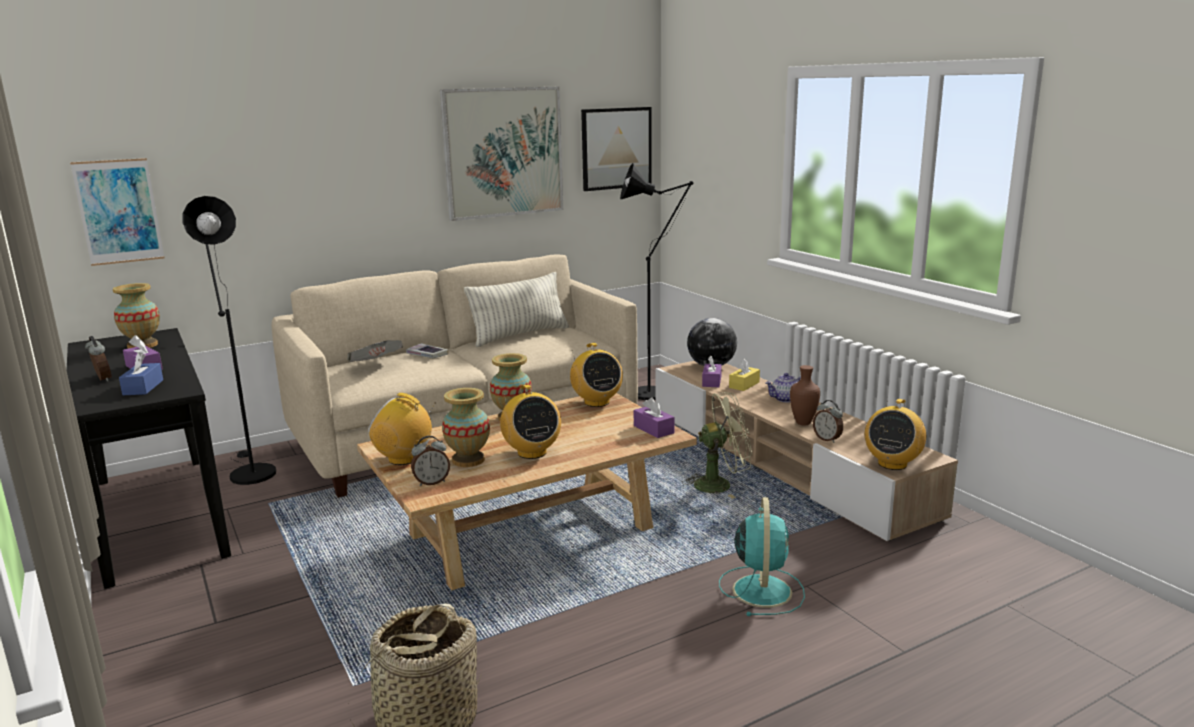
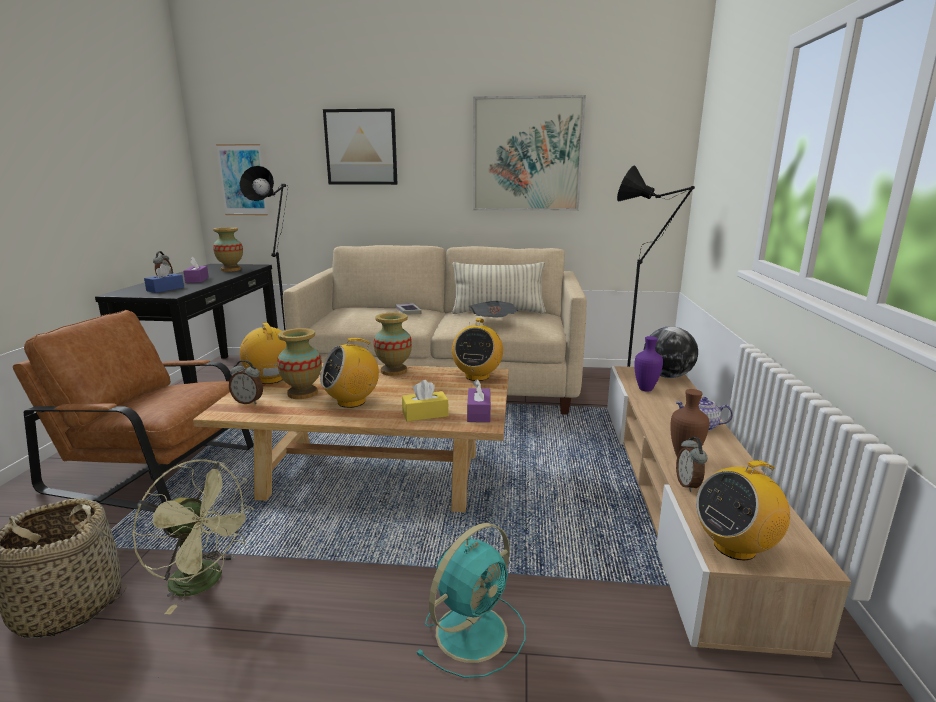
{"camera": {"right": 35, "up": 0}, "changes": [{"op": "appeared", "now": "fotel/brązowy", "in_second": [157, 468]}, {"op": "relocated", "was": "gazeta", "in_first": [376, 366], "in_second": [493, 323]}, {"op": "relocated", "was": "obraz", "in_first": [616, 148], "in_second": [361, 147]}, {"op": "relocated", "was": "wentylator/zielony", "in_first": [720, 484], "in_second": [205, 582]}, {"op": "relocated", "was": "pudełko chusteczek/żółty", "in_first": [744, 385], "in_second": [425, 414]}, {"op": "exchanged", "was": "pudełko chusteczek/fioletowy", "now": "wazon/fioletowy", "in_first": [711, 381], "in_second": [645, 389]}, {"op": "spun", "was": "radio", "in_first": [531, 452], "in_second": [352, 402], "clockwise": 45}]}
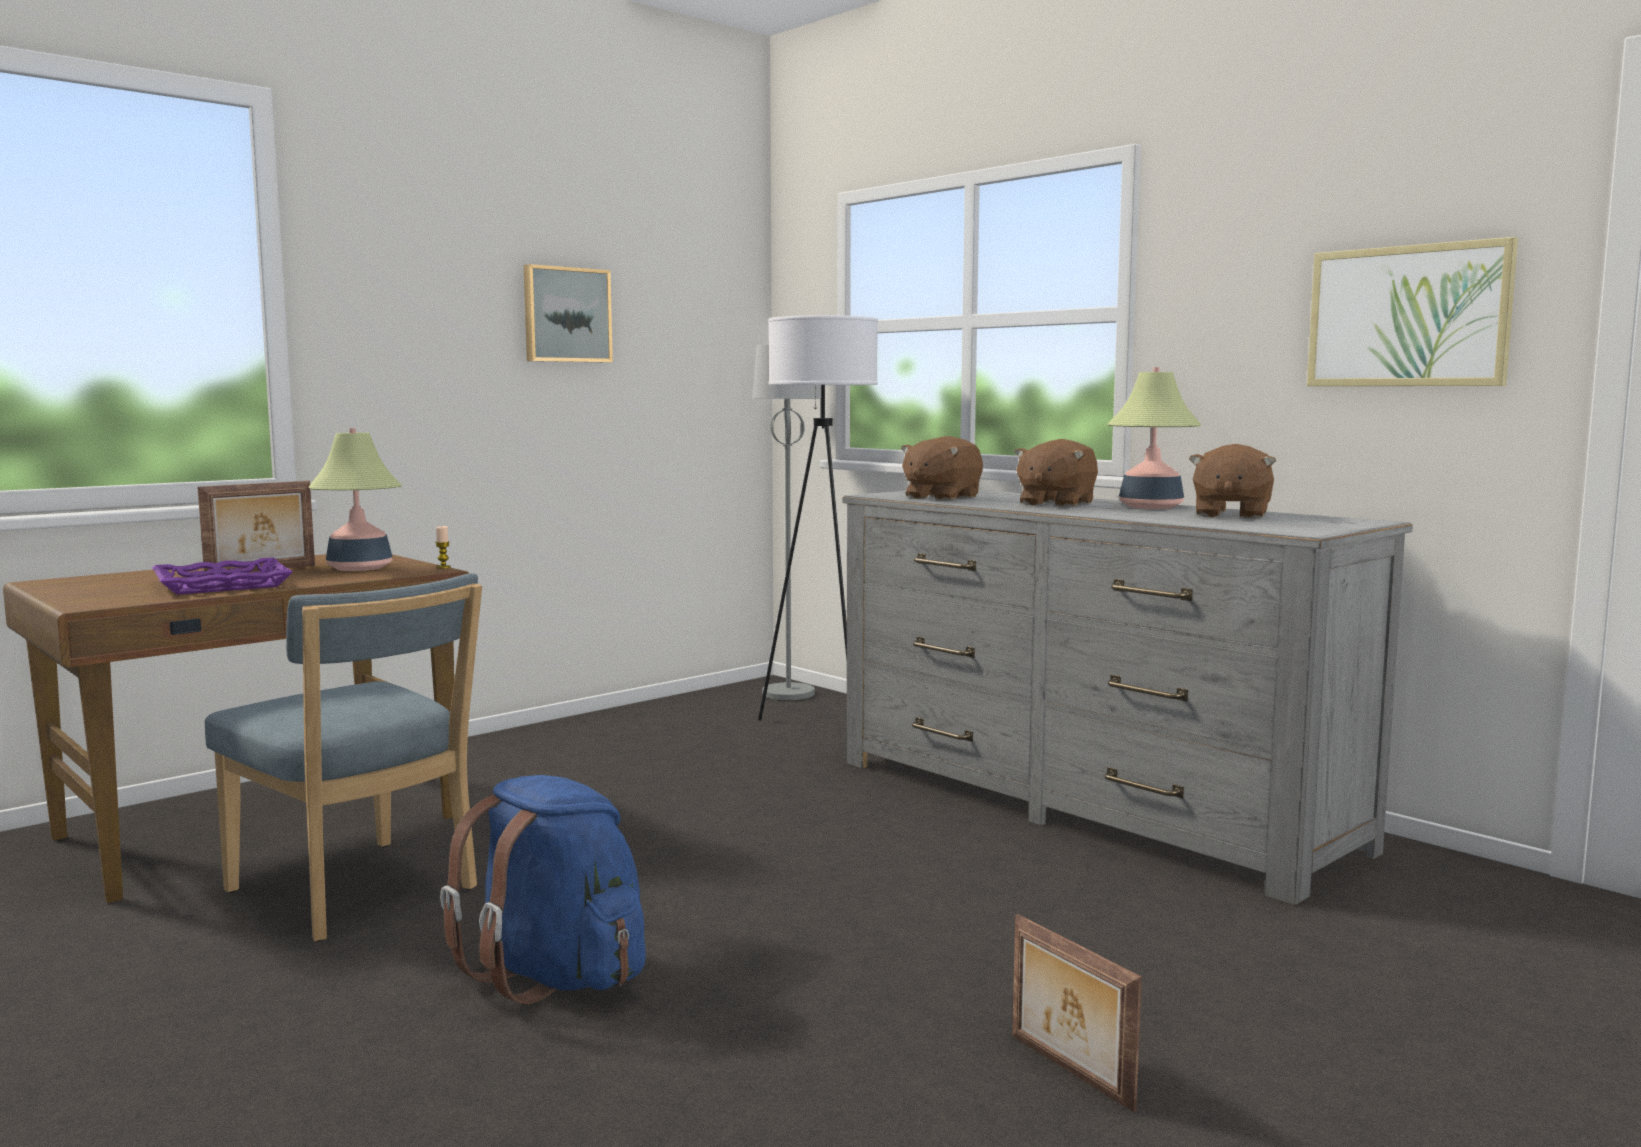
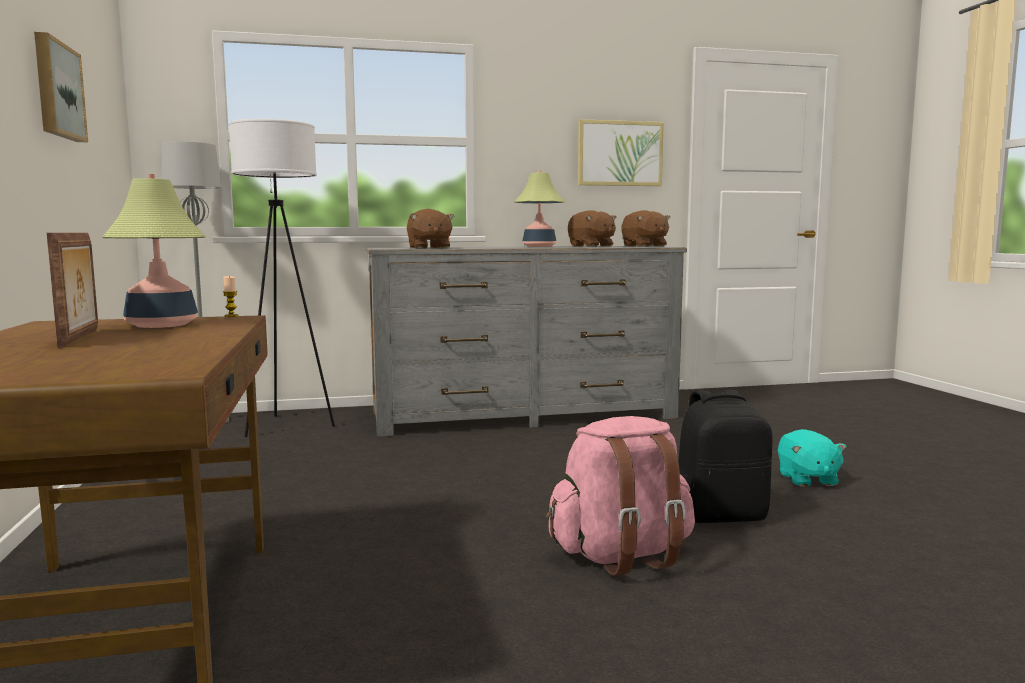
{"camera": {"right": -60, "up": 0}, "changes": [{"op": "missing", "was": "taca/fioletowy", "in_first": [222, 585]}, {"op": "missing", "was": "krzesło/niebieski", "in_first": [358, 893]}, {"op": "appeared", "now": "plecak/czarny", "in_second": [720, 515]}, {"op": "relocated", "was": "pluszak/brązowy", "in_first": [1055, 504], "in_second": [644, 246]}, {"op": "exchanged", "was": "ramka na zdjęcie", "now": "pluszak/turkusowy", "in_first": [1068, 1072], "in_second": [807, 479]}, {"op": "colour", "was": "plecak/niebieski", "now": "plecak/różowy", "in_first": [557, 975], "in_second": [622, 555]}]}
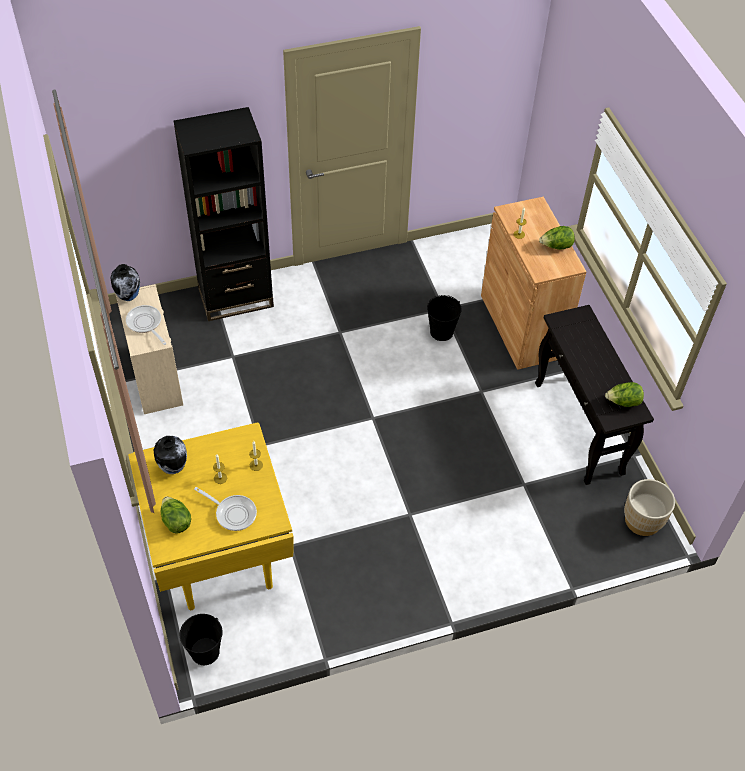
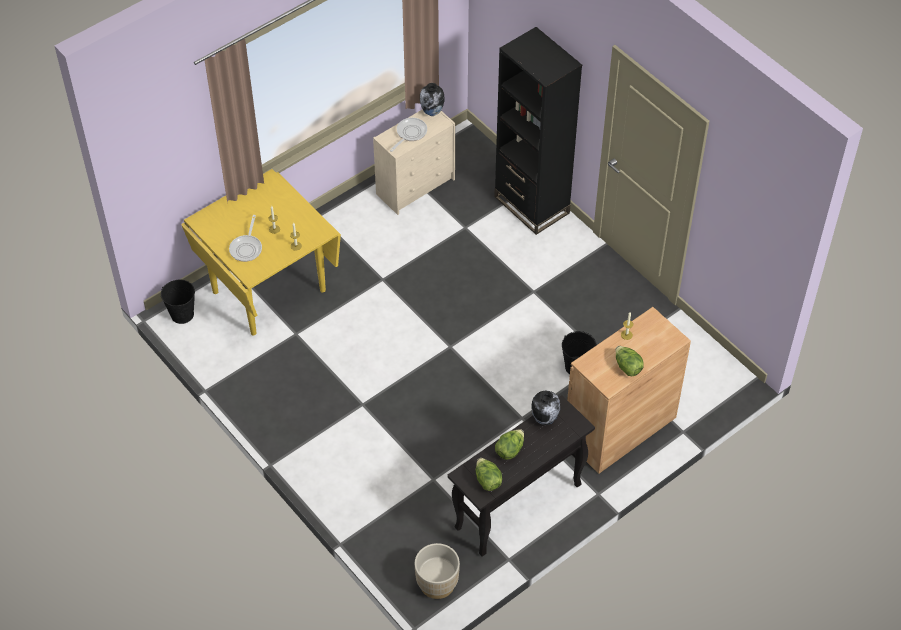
{"camera": {"right": 70, "up": 0}, "changes": [{"op": "relocated", "was": "wazon", "in_first": [173, 467], "in_second": [545, 419]}, {"op": "relocated", "was": "sałata", "in_first": [176, 521], "in_second": [509, 450]}]}
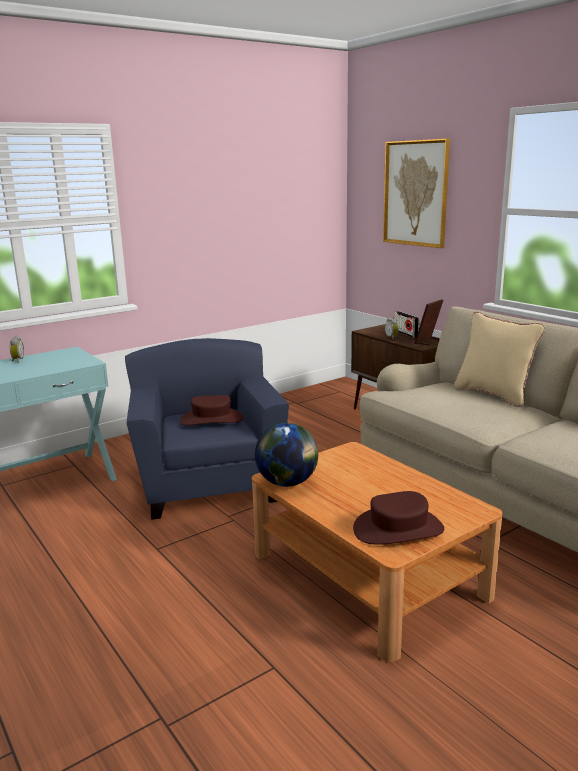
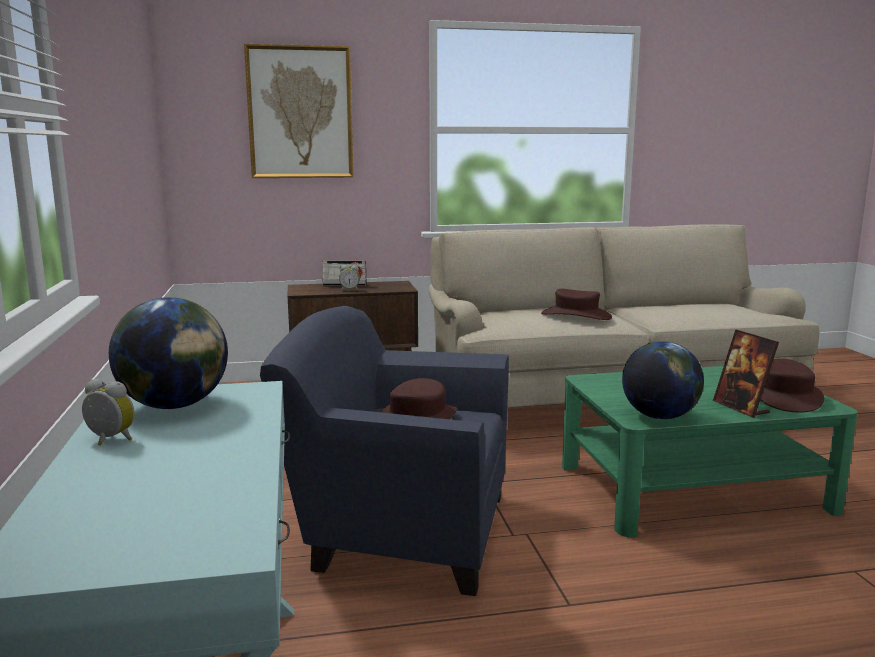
{"camera": {"right": -65, "up": -5}, "changes": [{"op": "missing", "was": "poduszka/beżowy", "in_first": [493, 394]}, {"op": "appeared", "now": "globus", "in_second": [175, 405]}, {"op": "appeared", "now": "kapelusz/brązowy", "in_second": [576, 315]}, {"op": "relocated", "was": "ramka na zdjęcie", "in_first": [428, 341], "in_second": [741, 408]}, {"op": "colour", "was": "ława/brązowy", "now": "ława/zielony", "in_first": [368, 574], "in_second": [693, 487]}]}
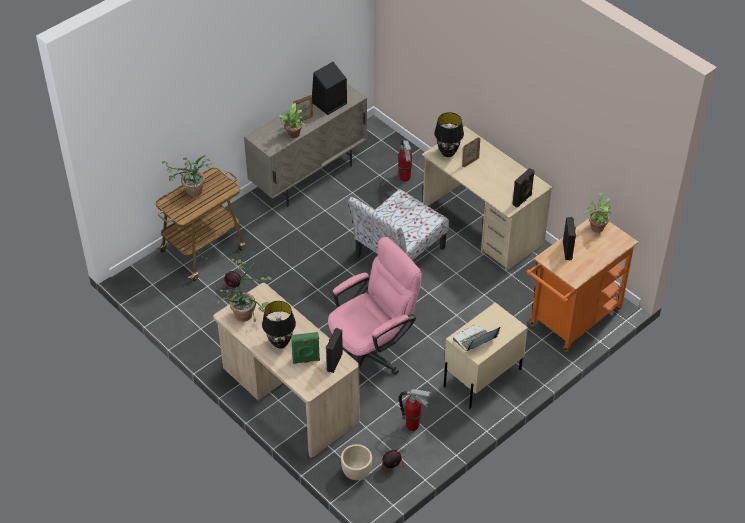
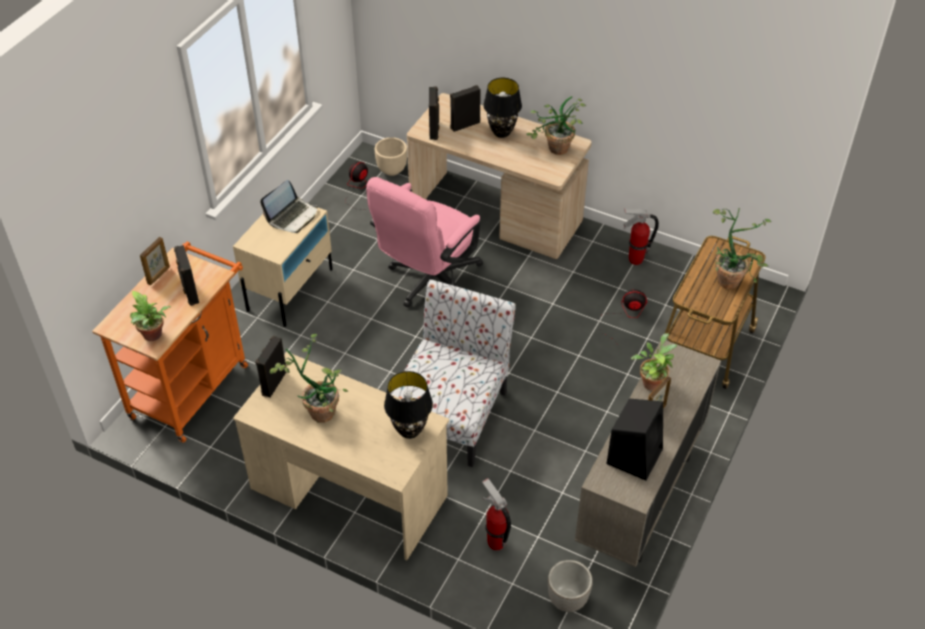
{"camera": {"right": 160, "up": 0}, "changes": [{"op": "appeared", "now": "roślina doniczkowa", "in_second": [319, 408]}, {"op": "appeared", "now": "donica", "in_second": [567, 600]}, {"op": "relocated", "was": "gaśnica", "in_first": [413, 426], "in_second": [635, 260]}, {"op": "relocated", "was": "ramka na zdjęcie", "in_first": [470, 162], "in_second": [159, 275]}, {"op": "colour", "was": "głośnik/zielony", "now": "głośnik/czarny", "in_first": [306, 360], "in_second": [464, 124]}]}
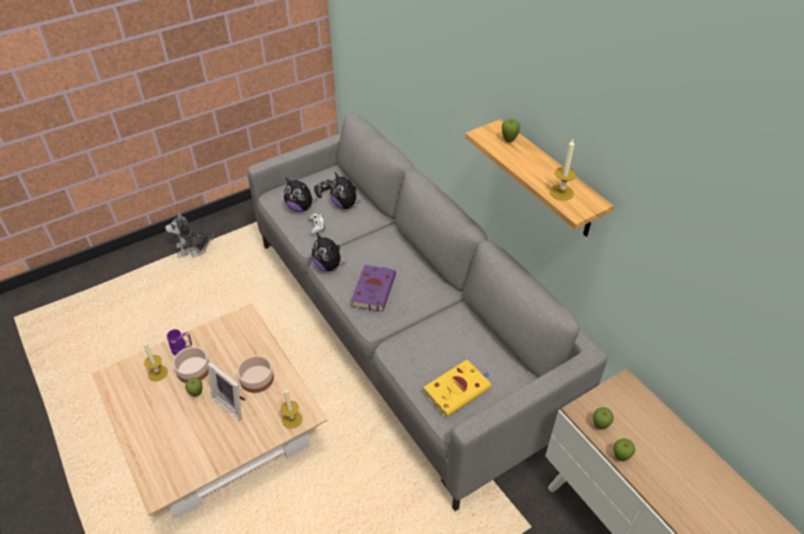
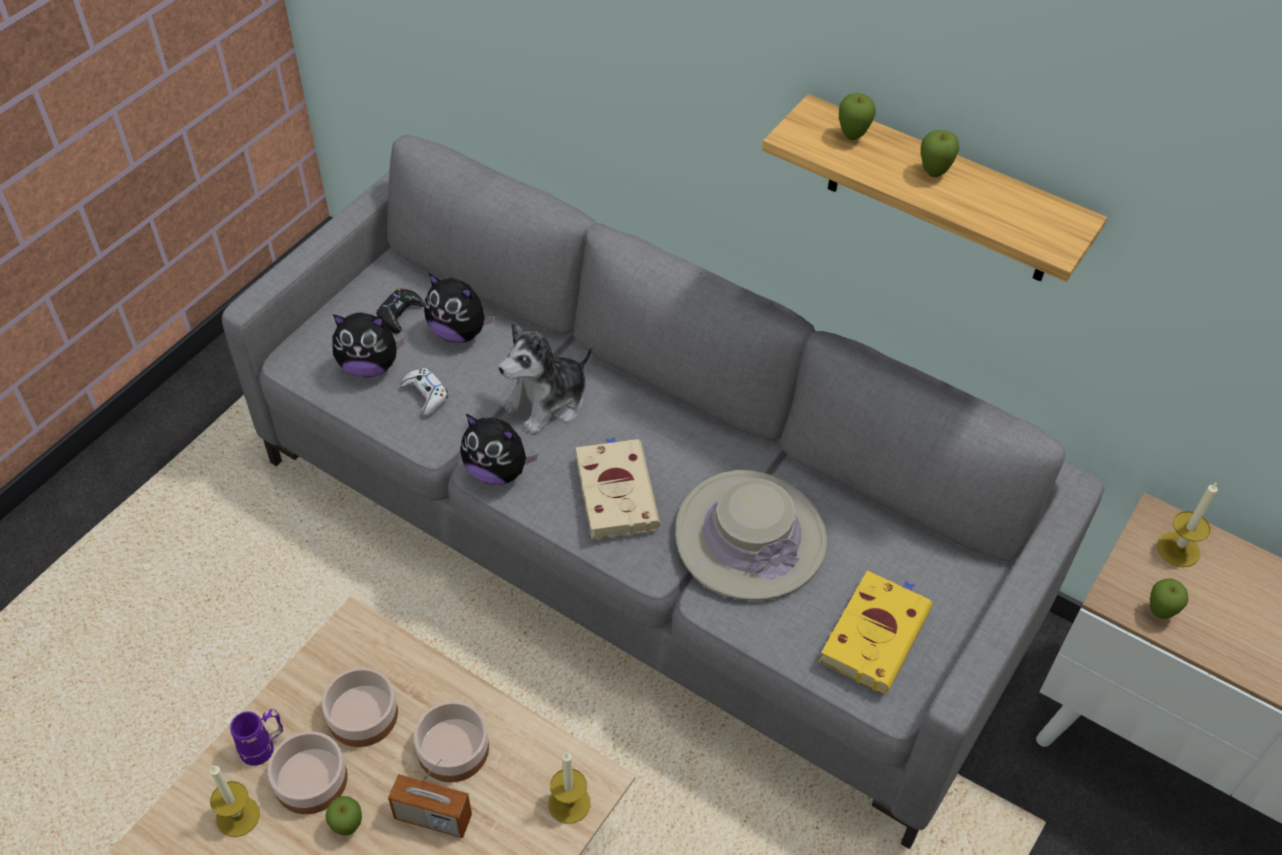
{"camera": {"right": -25, "up": 5}, "changes": [{"op": "appeared", "now": "miska", "in_second": [361, 715]}, {"op": "appeared", "now": "kapelusz/beżowy", "in_second": [750, 537]}, {"op": "relocated", "was": "pluszak", "in_first": [193, 248], "in_second": [548, 402]}, {"op": "relocated", "was": "świeca", "in_first": [561, 192], "in_second": [1178, 549]}, {"op": "relocated", "was": "jabłko", "in_first": [620, 457], "in_second": [934, 173]}, {"op": "exchanged", "was": "ramka na zdjęcie", "now": "radio", "in_first": [232, 403], "in_second": [433, 817]}, {"op": "colour", "was": "książka/fioletowy", "now": "książka/beżowy", "in_first": [374, 289], "in_second": [615, 491]}]}
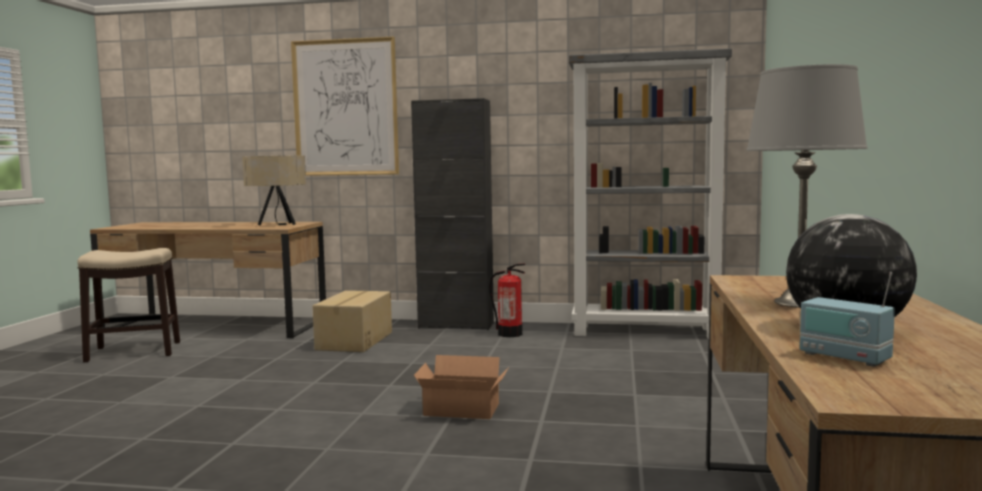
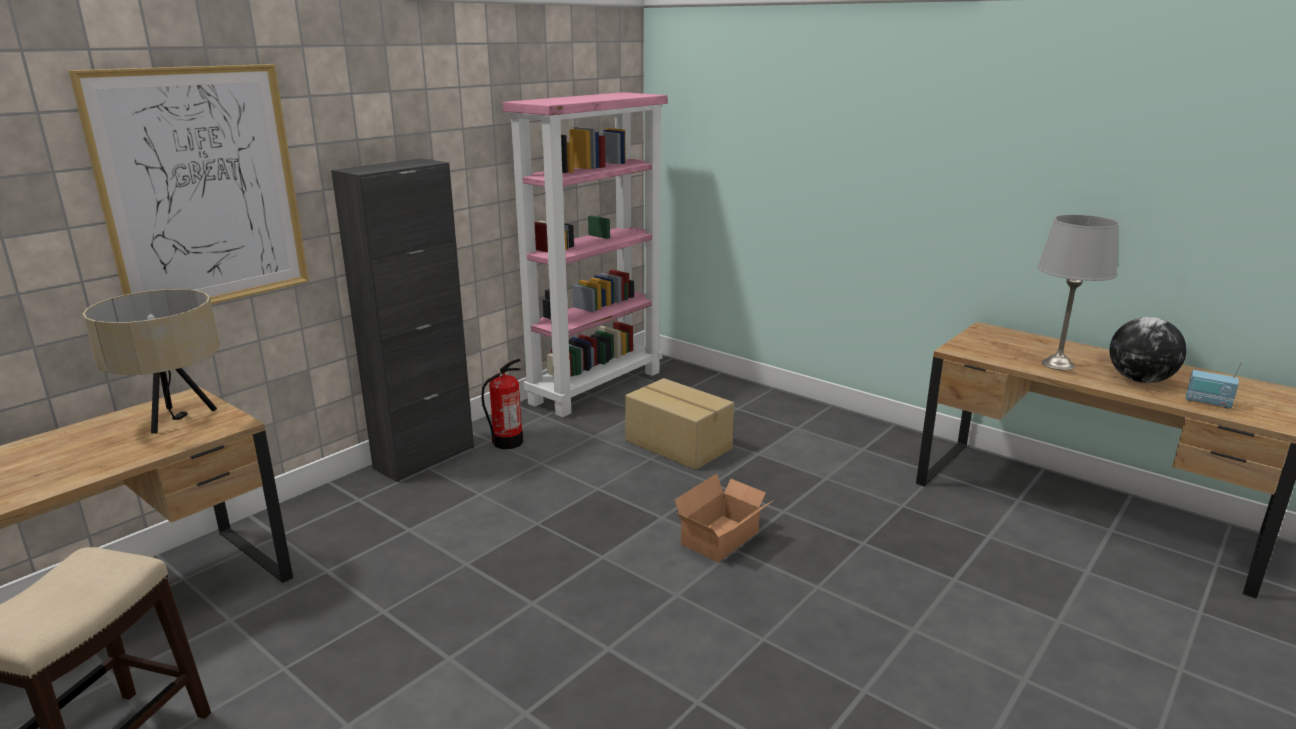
{"camera": {"right": -60, "up": 15}, "changes": [{"op": "relocated", "was": "karton", "in_first": [353, 341], "in_second": [677, 445]}, {"op": "colour", "was": "regał/szary", "now": "regał/różowy", "in_first": [646, 331], "in_second": [596, 387]}, {"op": "spun", "was": "radio", "in_first": [844, 358], "in_second": [1208, 402], "clockwise": 45}]}
